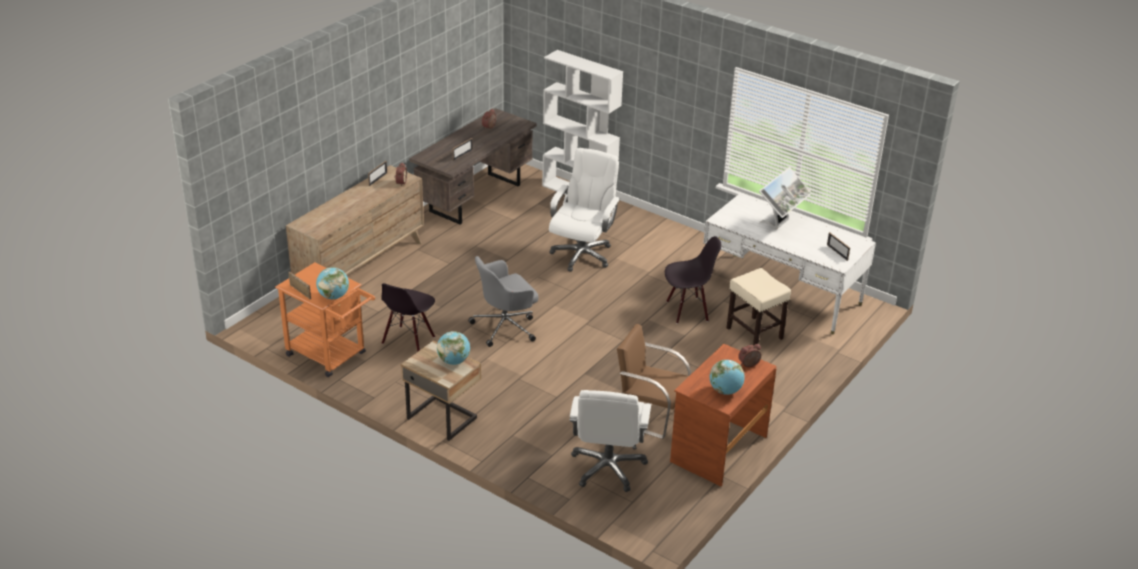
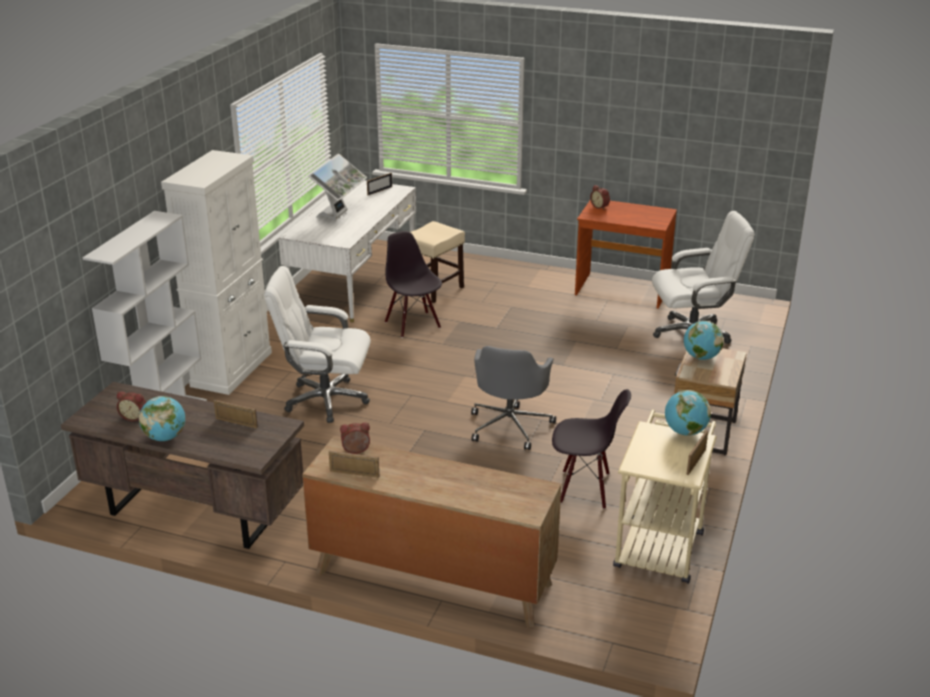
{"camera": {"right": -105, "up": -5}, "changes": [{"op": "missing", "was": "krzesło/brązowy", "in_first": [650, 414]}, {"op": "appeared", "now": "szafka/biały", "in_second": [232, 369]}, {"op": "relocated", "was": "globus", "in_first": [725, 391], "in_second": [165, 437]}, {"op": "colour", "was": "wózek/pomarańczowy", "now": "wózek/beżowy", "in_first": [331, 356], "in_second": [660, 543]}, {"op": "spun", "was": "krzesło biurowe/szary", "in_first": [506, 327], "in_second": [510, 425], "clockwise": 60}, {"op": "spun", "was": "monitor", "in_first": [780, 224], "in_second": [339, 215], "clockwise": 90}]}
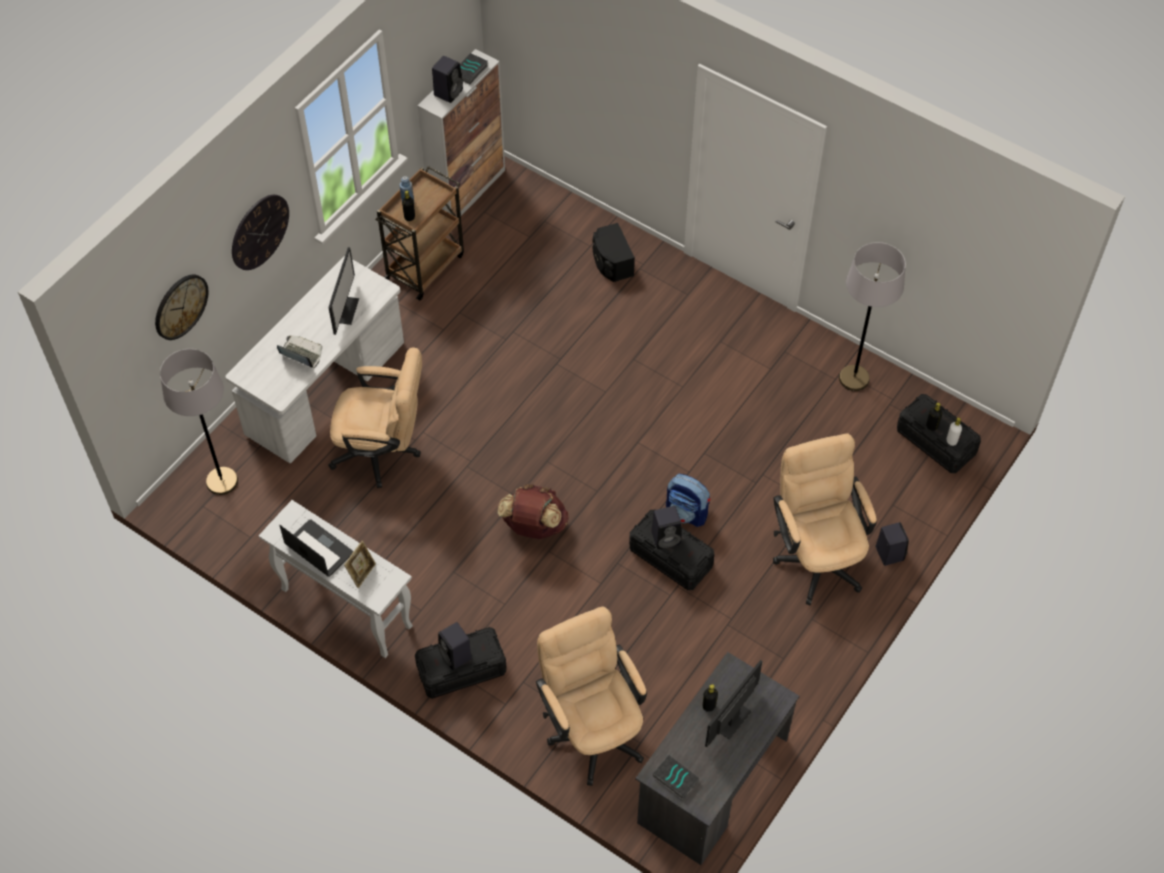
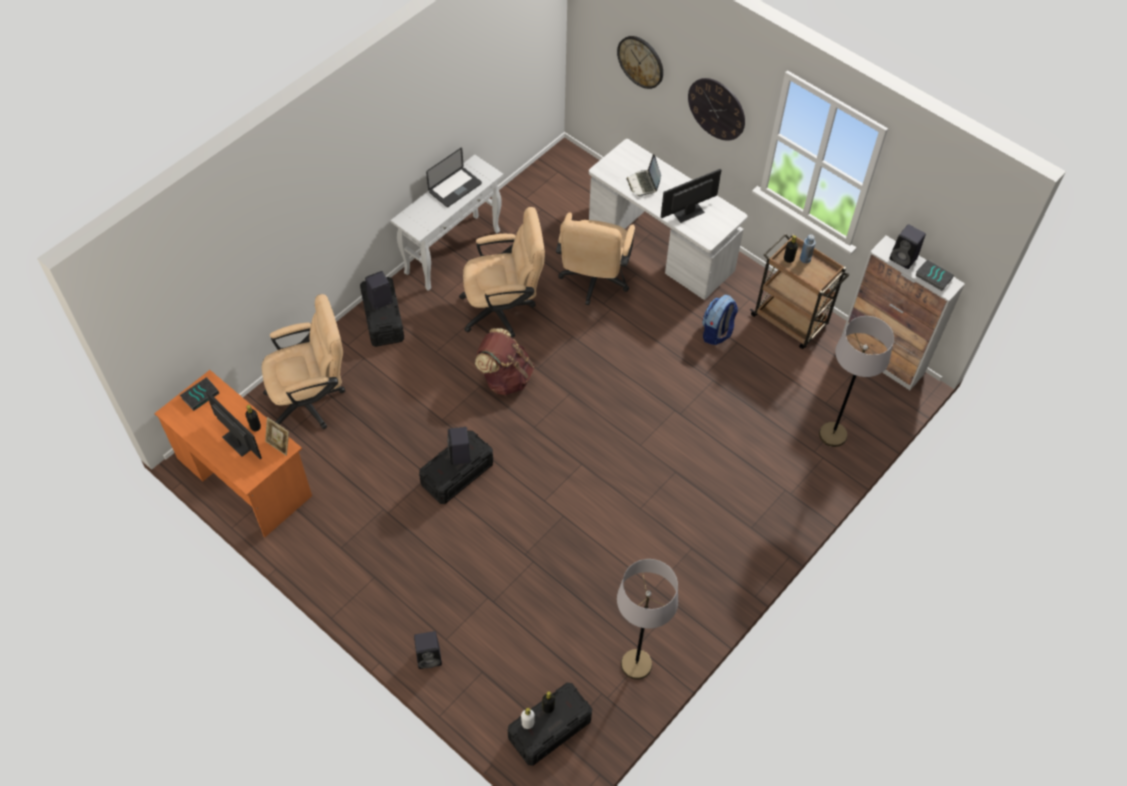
{"camera": {"right": 95, "up": 0}, "changes": [{"op": "missing", "was": "głośnik/czarny", "in_first": [611, 262]}, {"op": "relocated", "was": "lampa stojąca/szary", "in_first": [222, 481], "in_second": [832, 435]}, {"op": "relocated", "was": "ramka na zdjęcie", "in_first": [362, 573], "in_second": [279, 444]}, {"op": "relocated", "was": "plecak", "in_first": [687, 513], "in_second": [717, 333]}, {"op": "relocated", "was": "krzesło biurowe/beżowy", "in_first": [816, 555], "in_second": [504, 309]}, {"op": "colour", "was": "biurko/szary", "now": "biurko/pomarańczowy", "in_first": [712, 781], "in_second": [244, 477]}, {"op": "spun", "was": "laptop", "in_first": [301, 354], "in_second": [643, 183], "clockwise": 135}, {"op": "spun", "was": "monitor", "in_first": [344, 309], "in_second": [688, 212], "clockwise": 135}]}
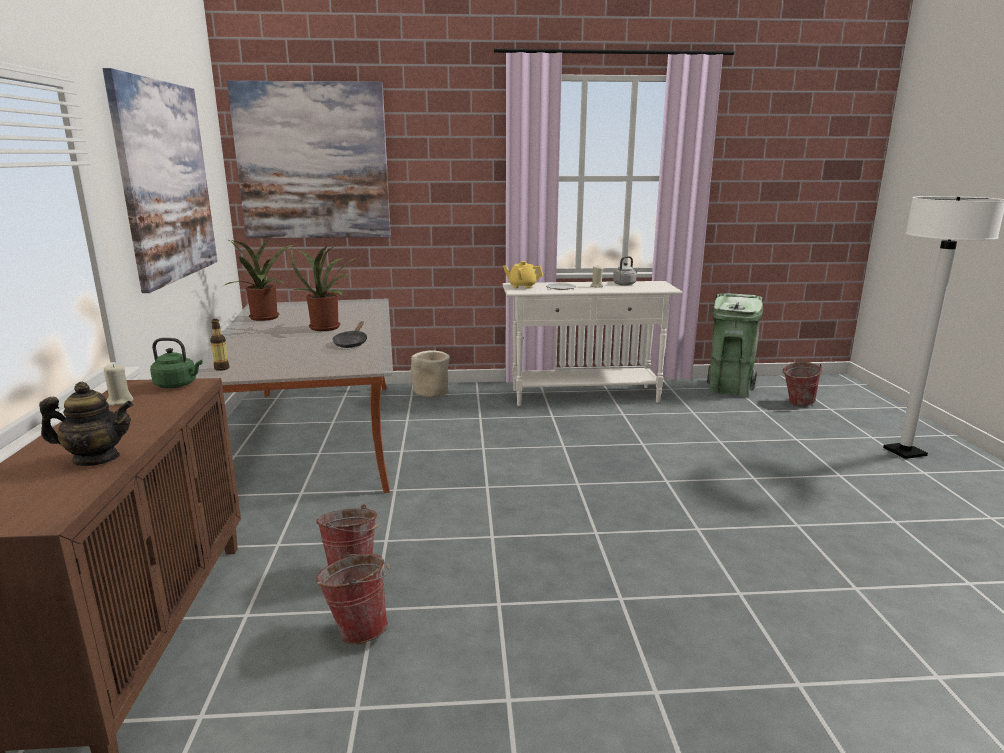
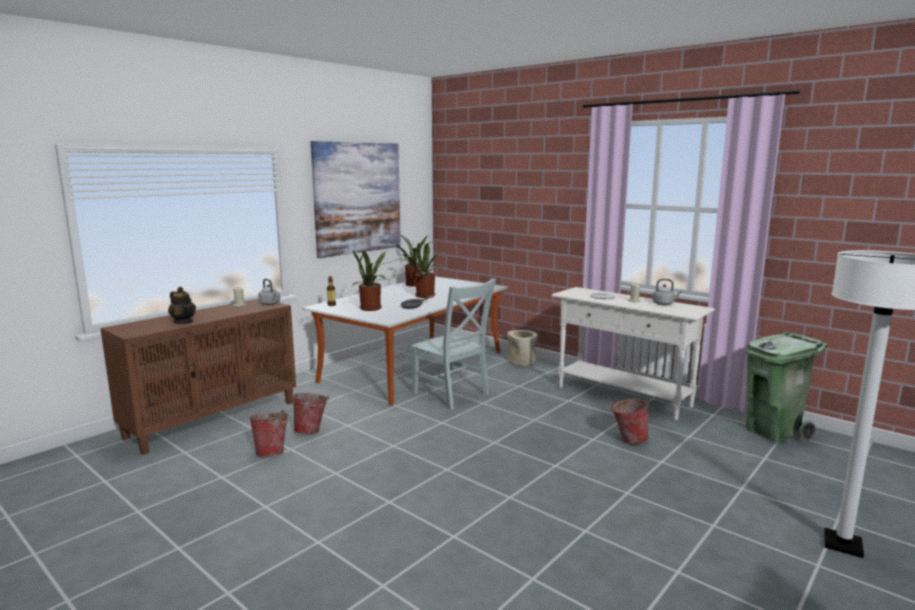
{"camera": {"right": 45, "up": -5}, "changes": [{"op": "missing", "was": "obraz", "in_first": [313, 162]}, {"op": "missing", "was": "imbryk/żółty", "in_first": [522, 286]}, {"op": "appeared", "now": "roślina doniczkowa", "in_second": [372, 309]}, {"op": "appeared", "now": "krzesło/szary", "in_second": [452, 395]}, {"op": "relocated", "was": "wiadro", "in_first": [796, 403], "in_second": [628, 440]}, {"op": "colour", "was": "czajnik/zielony", "now": "czajnik/szary", "in_first": [178, 385], "in_second": [270, 304]}]}
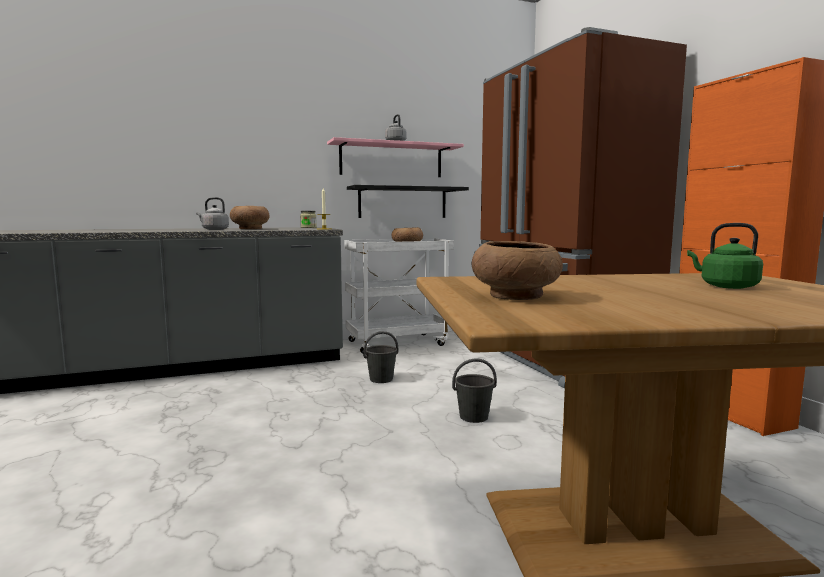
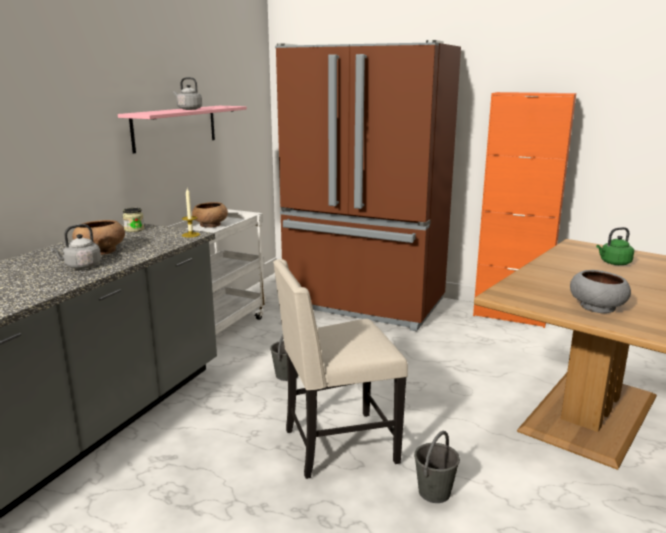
{"camera": {"right": -45, "up": 10}, "changes": [{"op": "missing", "was": "półka/czarny", "in_first": [402, 202]}, {"op": "appeared", "now": "krzesło/beżowy", "in_second": [337, 446]}, {"op": "relocated", "was": "wiadro/szary", "in_first": [474, 417], "in_second": [434, 492]}, {"op": "colour", "was": "miska/brązowy", "now": "miska/szary", "in_first": [516, 296], "in_second": [597, 307]}]}
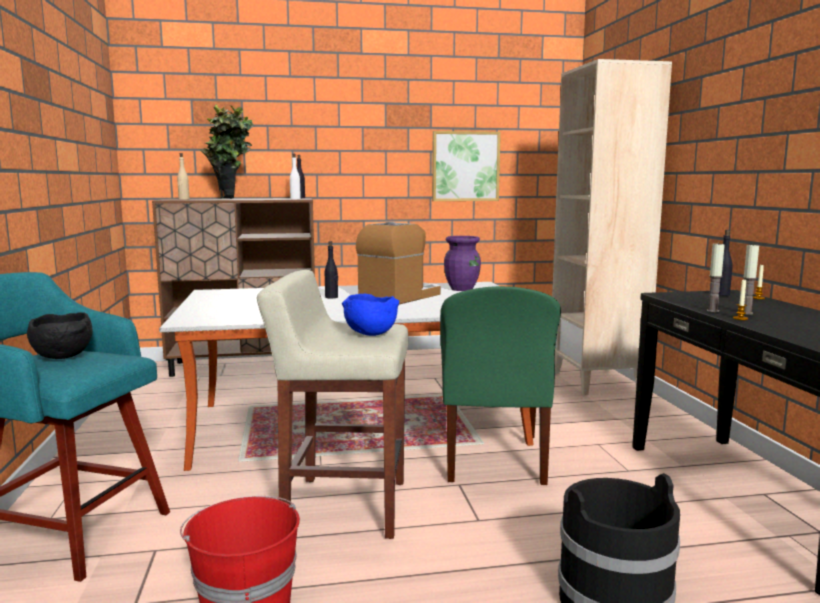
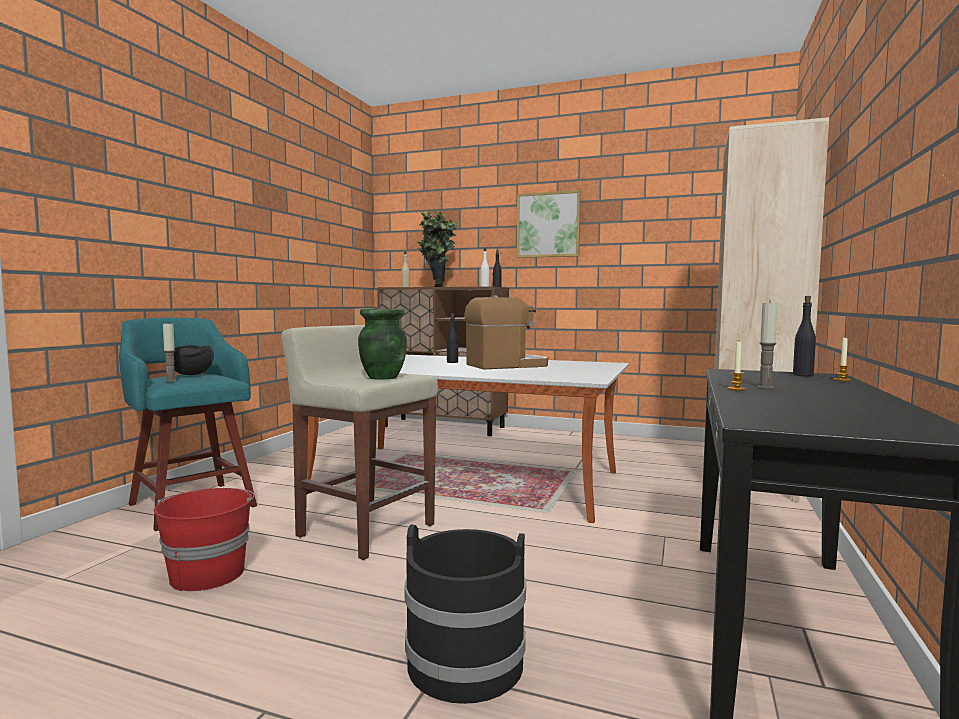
{"camera": {"right": 30, "up": -5}, "changes": [{"op": "missing", "was": "krzesło/zielony", "in_first": [493, 459]}, {"op": "missing", "was": "wazon/fioletowy", "in_first": [462, 289]}, {"op": "relocated", "was": "obraz", "in_first": [465, 166], "in_second": [548, 225]}, {"op": "relocated", "was": "świeca", "in_first": [712, 311], "in_second": [170, 380]}, {"op": "exchanged", "was": "miska/niebieski", "now": "wazon/zielony", "in_first": [369, 334], "in_second": [382, 377]}]}
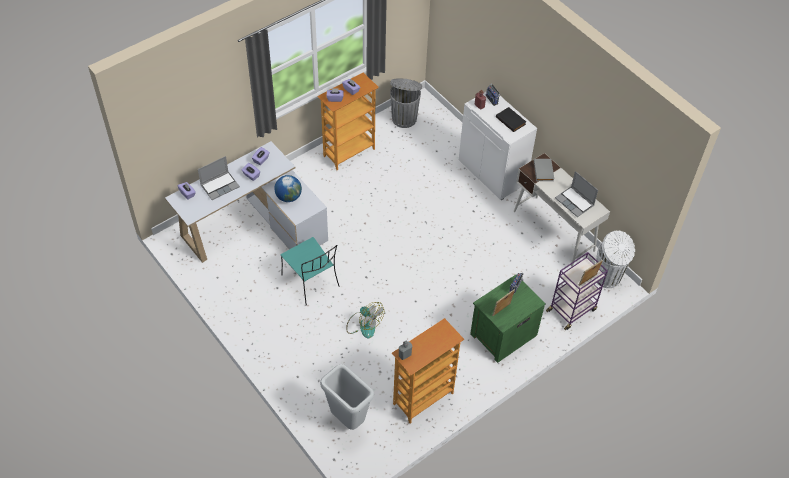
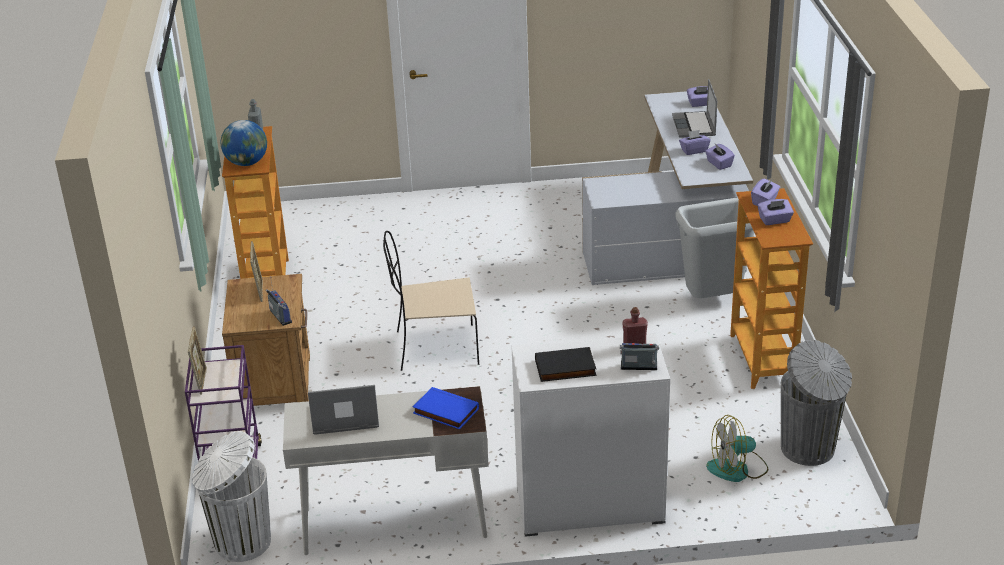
{"camera": {"right": 125, "up": -20}, "changes": [{"op": "missing", "was": "krzesło/turkusowy", "in_first": [311, 281]}, {"op": "appeared", "now": "krzesło/beżowy", "in_second": [434, 348]}, {"op": "relocated", "was": "globus", "in_first": [288, 197], "in_second": [247, 163]}, {"op": "relocated", "was": "kosz na śmieci/szary", "in_first": [347, 419], "in_second": [713, 300]}, {"op": "relocated", "was": "wentylator", "in_first": [364, 325], "in_second": [737, 469]}, {"op": "colour", "was": "szafka nocna/zielony", "now": "szafka nocna/brązowy", "in_first": [502, 334], "in_second": [275, 382]}, {"op": "colour", "was": "książka/szary", "now": "książka/niebieski", "in_first": [544, 171], "in_second": [444, 412]}]}
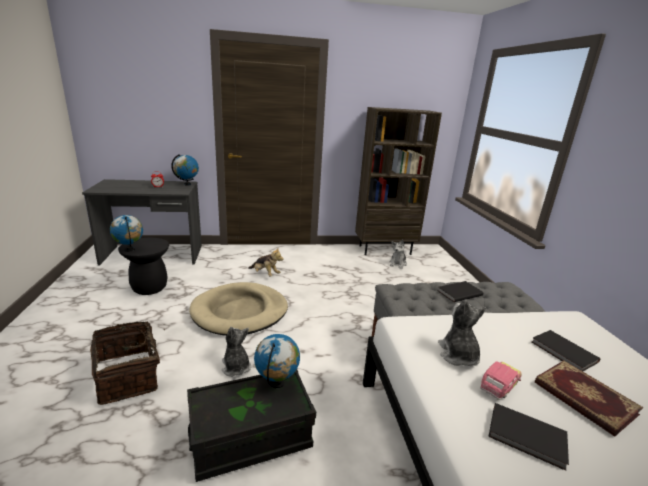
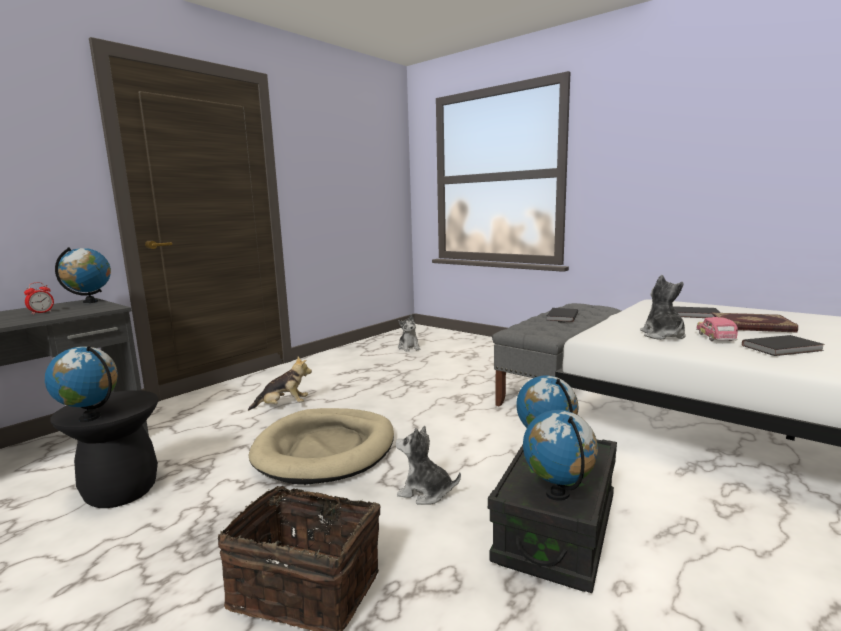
{"camera": {"right": -40, "up": -10}, "changes": [{"op": "missing", "was": "regał/brązowy", "in_first": [385, 250]}, {"op": "appeared", "now": "globus", "in_second": [558, 494]}, {"op": "spun", "was": "pluszak", "in_first": [458, 355], "in_second": [662, 335], "clockwise": 45}]}
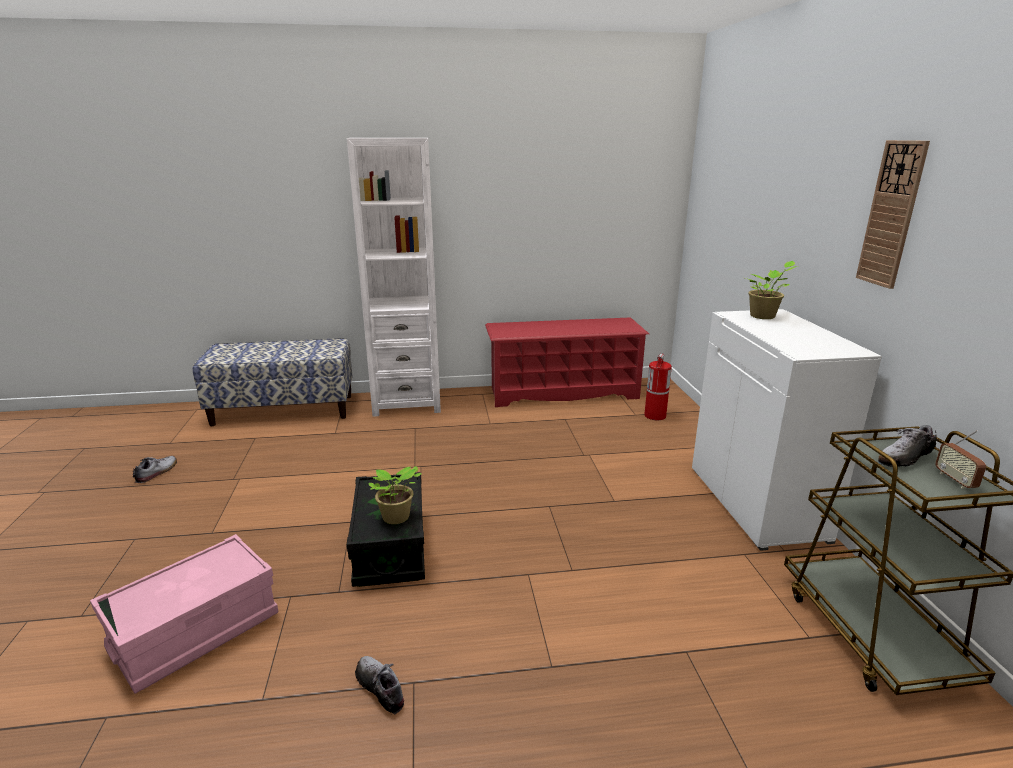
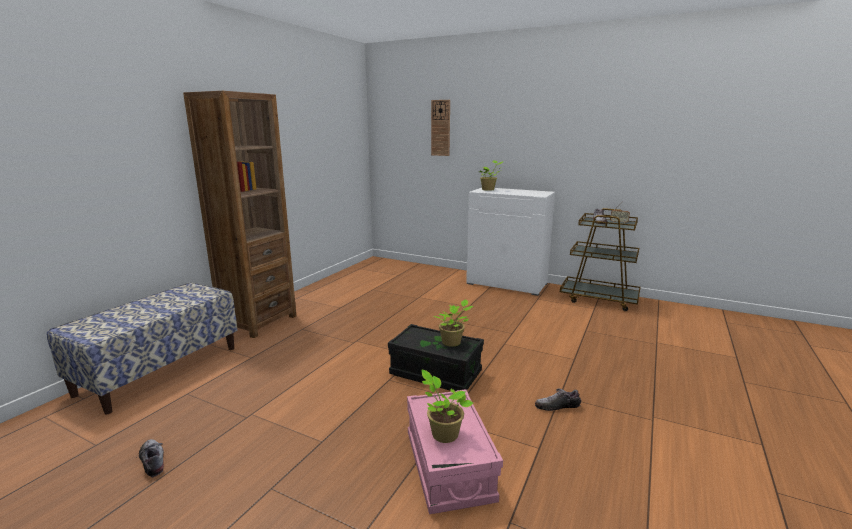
{"camera": {"right": -55, "up": -5}, "changes": [{"op": "missing", "was": "regał na buty/czerwony", "in_first": [563, 393]}, {"op": "missing", "was": "gaśnica", "in_first": [655, 416]}, {"op": "appeared", "now": "roślina doniczkowa", "in_second": [443, 434]}, {"op": "relocated", "was": "zegar ścienny", "in_first": [891, 214], "in_second": [440, 128]}, {"op": "colour", "was": "regał/biały", "now": "regał/brązowy", "in_first": [407, 403], "in_second": [258, 322]}]}
